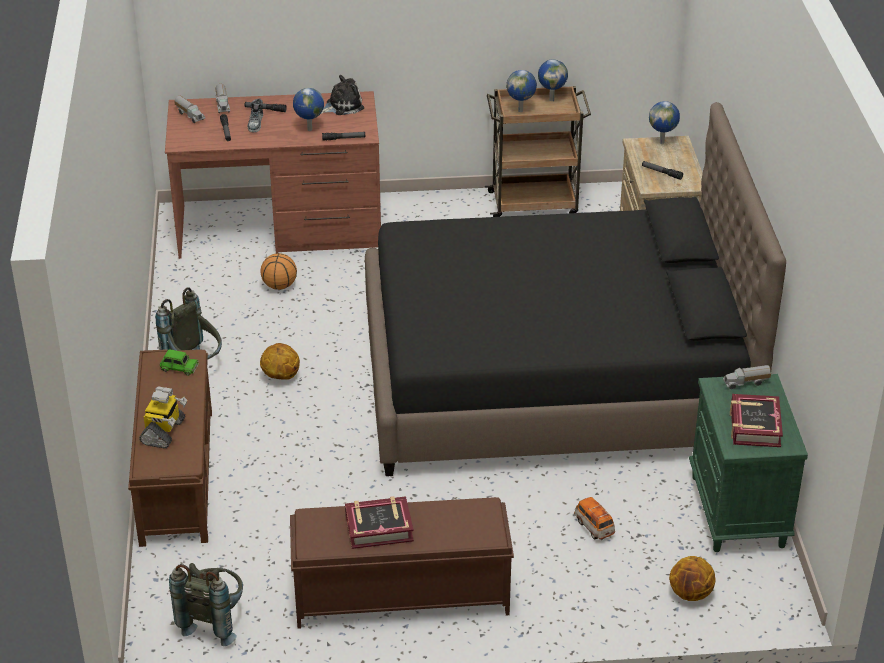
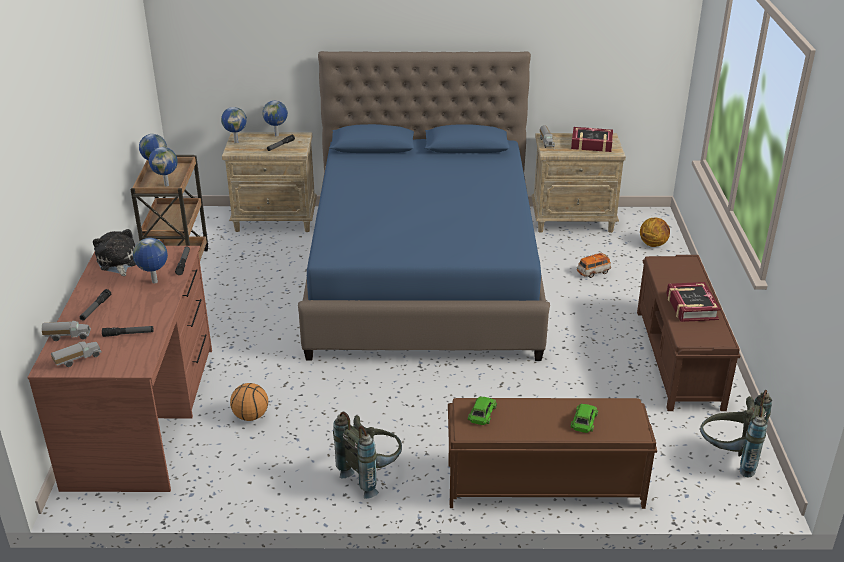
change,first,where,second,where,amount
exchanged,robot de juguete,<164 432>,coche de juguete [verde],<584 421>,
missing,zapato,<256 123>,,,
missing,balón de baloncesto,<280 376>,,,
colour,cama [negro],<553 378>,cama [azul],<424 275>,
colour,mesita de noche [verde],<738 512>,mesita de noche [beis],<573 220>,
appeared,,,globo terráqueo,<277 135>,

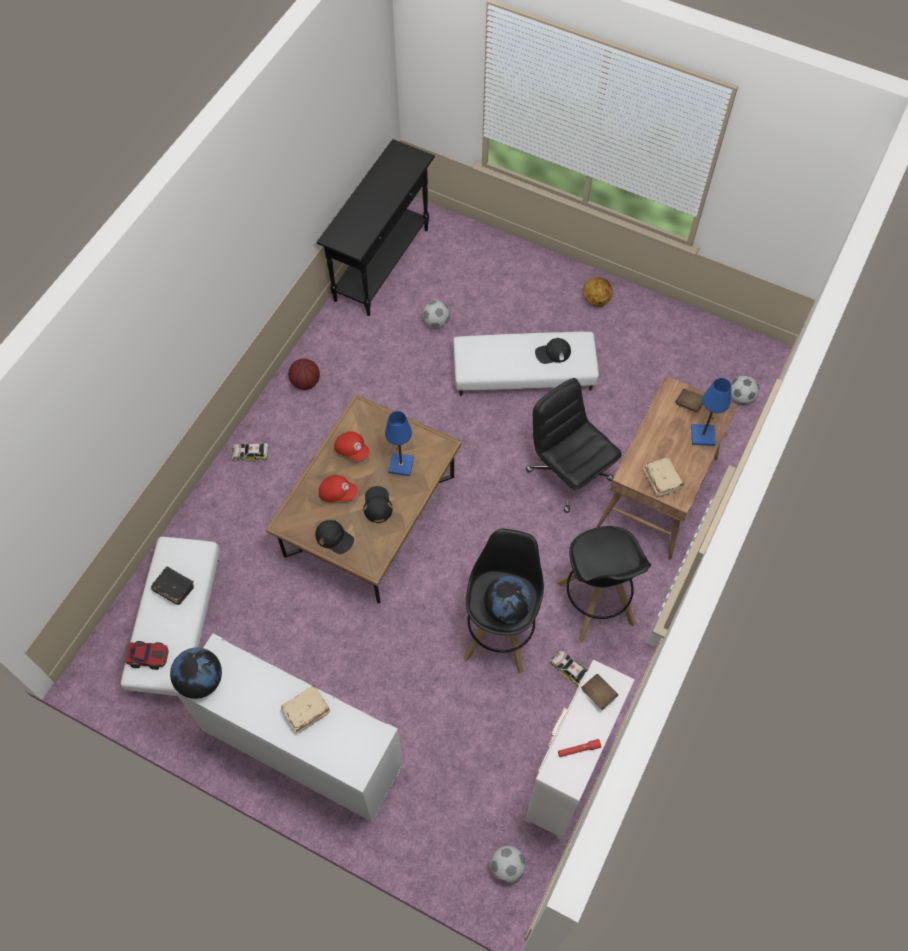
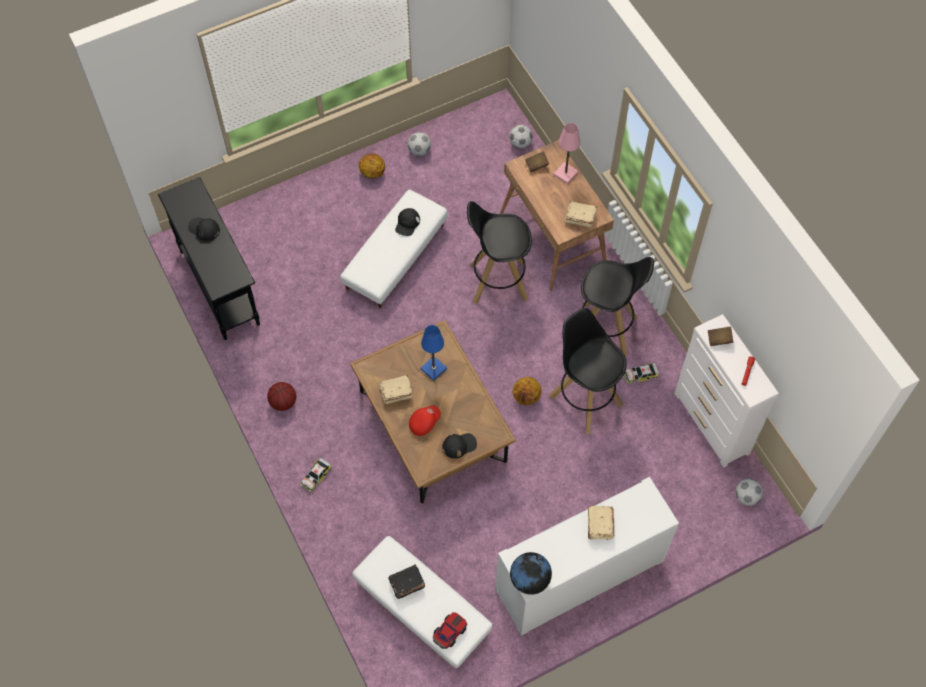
change,first,where,second,where,amount
exchanged,gorra [rojo],<352 449>,libro [beis],<396 392>,
relocated,gorra [negro],<377 505>,,<204 229>,
relocated,balón de fútbol,<436 322>,,<419 151>,
missing,globo terráqueo,<506 608>,,,
exchanged,silla de oficina [negro],<568 474>,taburete [negro],<497 282>,
colour,lámpara de mesa [azul],<702 435>,lámpara de mesa [rosa],<565 173>,
appeared,,,balón de baloncesto,<526 397>,

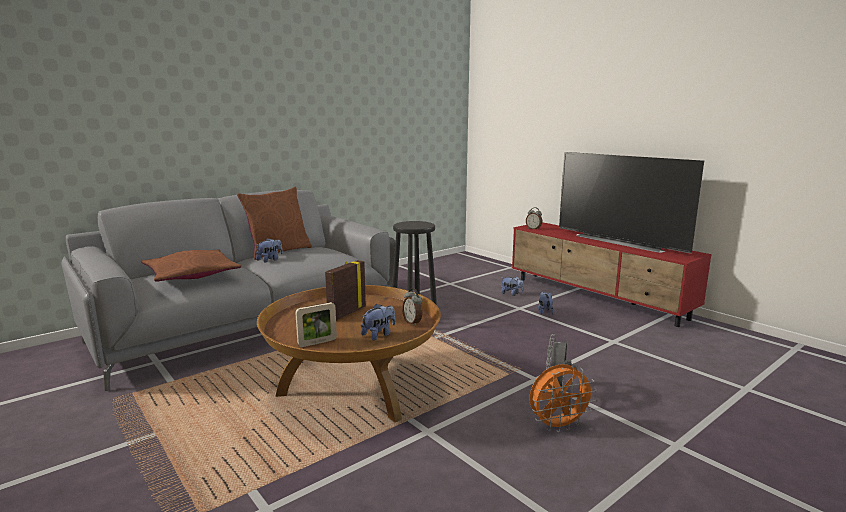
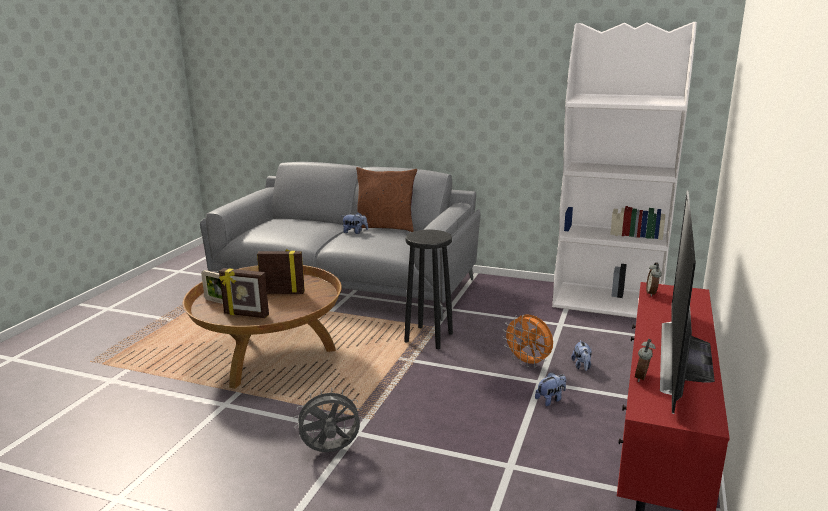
change,first,where,second,where,amount
missing,cojín [marrón],<191 275>,,,
exchanged,peluche,<379 335>,portarretratos,<246 315>,
relocated,despertador,<413 322>,,<643 378>,
relocated,ventilador [naranja],<558 426>,,<528 363>,
appeared,,,estantería [blanco],<608 302>,

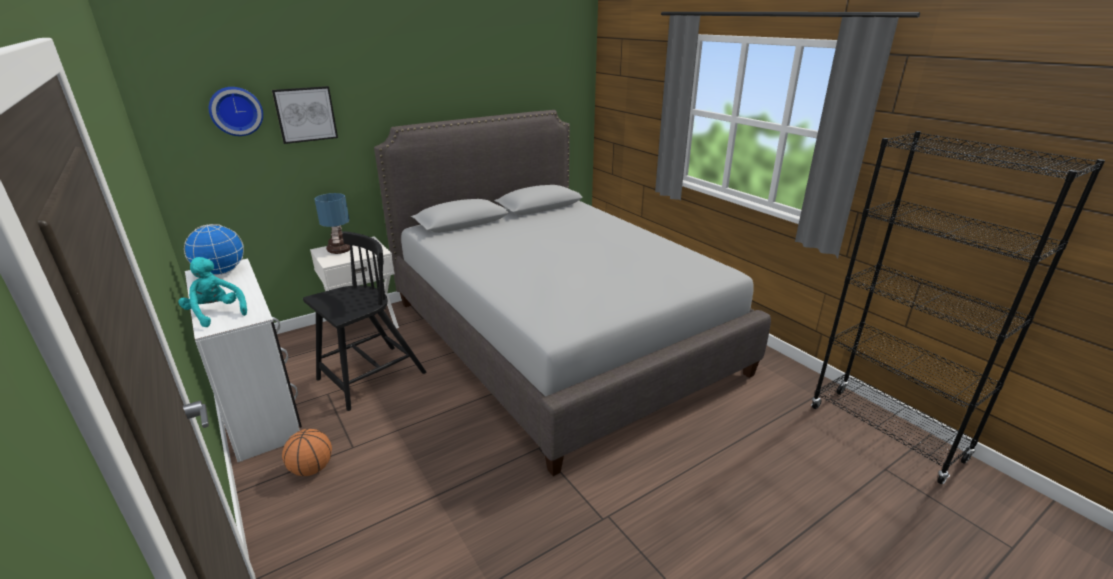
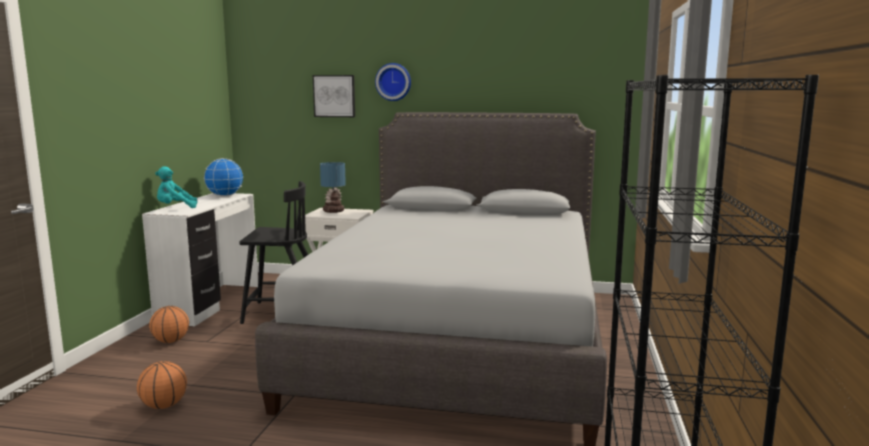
change,first,where,second,where,amount
spun,peluche [turquesa],<216 313>,,<175 208>,105 degrees counterclockwise
relocated,reloj de pared,<236 111>,,<393 82>,
appeared,,,balón de baloncesto,<164 406>,

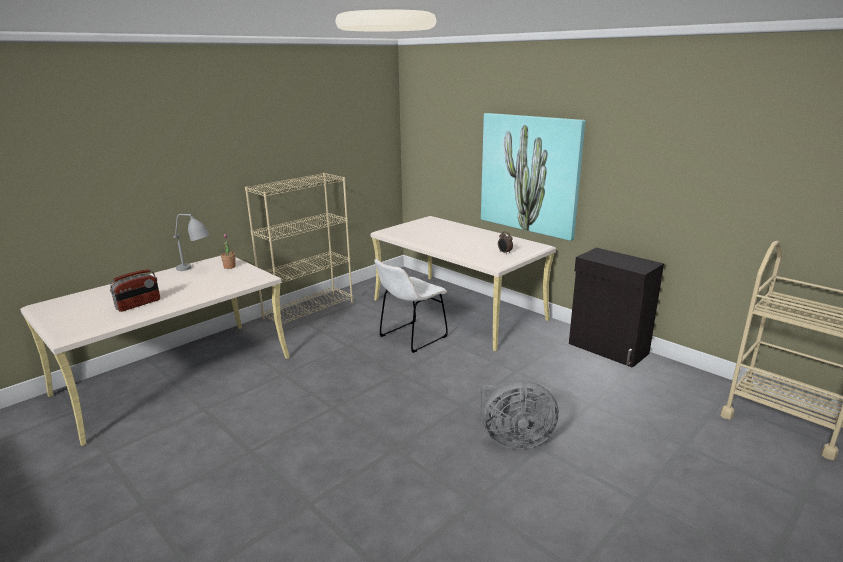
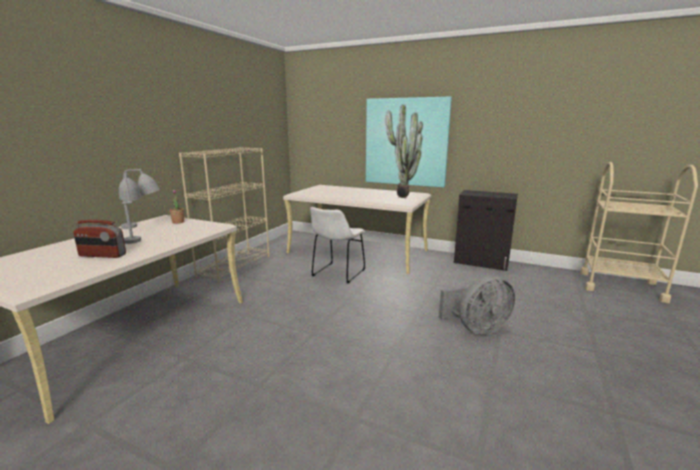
change,first,where,second,where,amount
spun,radio,<138 304>,,<102 255>,75 degrees clockwise
appeared,,,lámpara de mesa [gris],<134 236>,

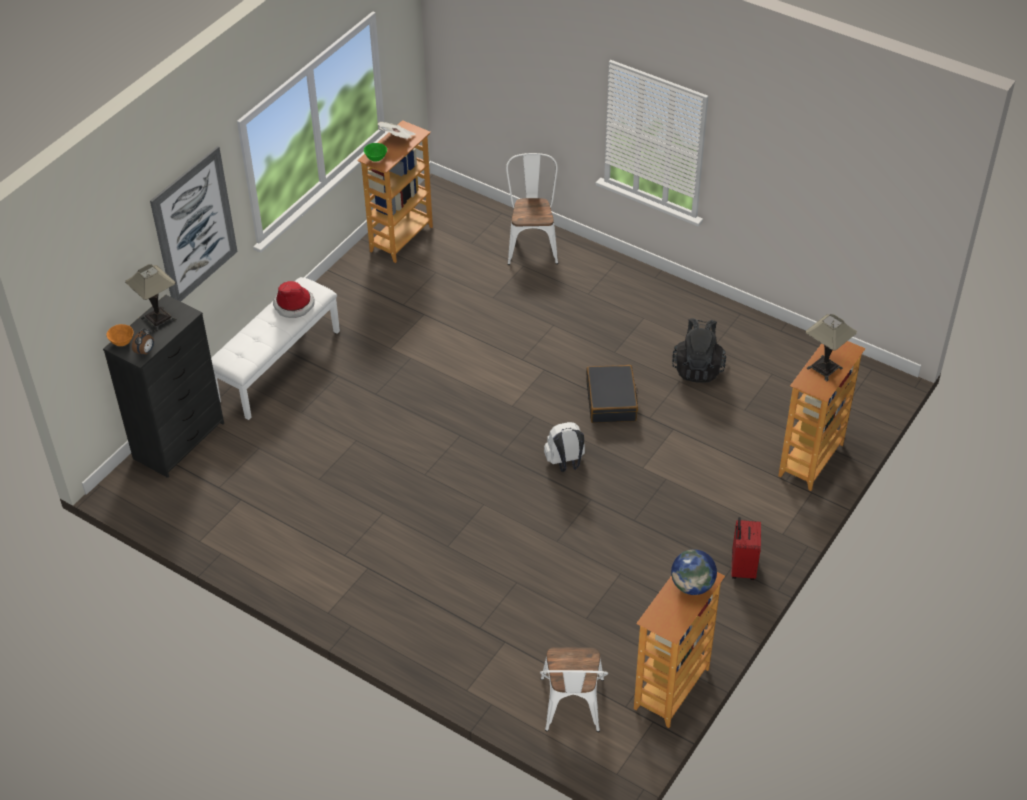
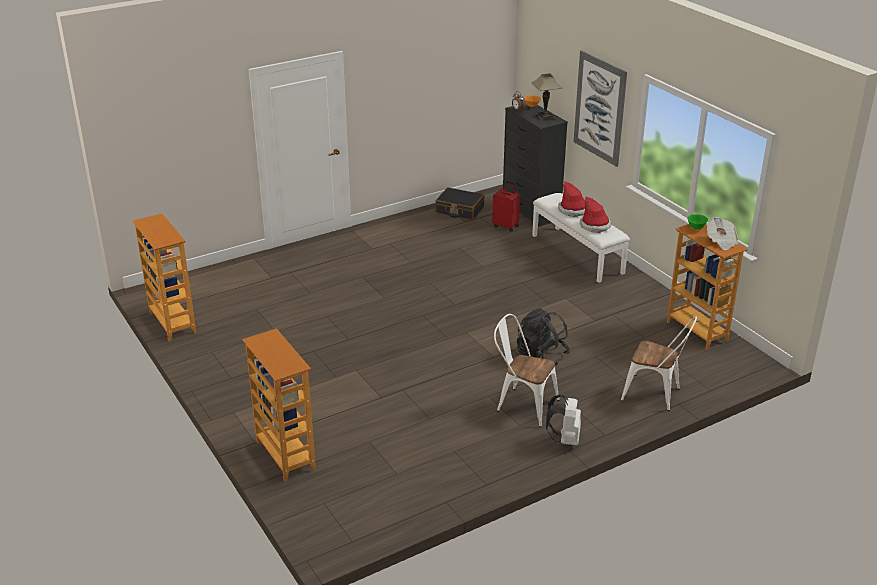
change,first,where,second,where,amount
relocated,silla [blanco],<572 710>,,<522 404>,
relocated,mochila [blanco],<565 463>,,<564 439>,
relocated,maleta [negro],<611 401>,,<459 210>,
missing,globo terráqueo,<692 585>,,,
relocated,mochila [negro],<698 367>,,<541 355>,
relocated,maleta [rojo],<742 568>,,<506 226>,
missing,lámpara de mesa,<824 368>,,,
appeared,,,sombrero,<573 210>,

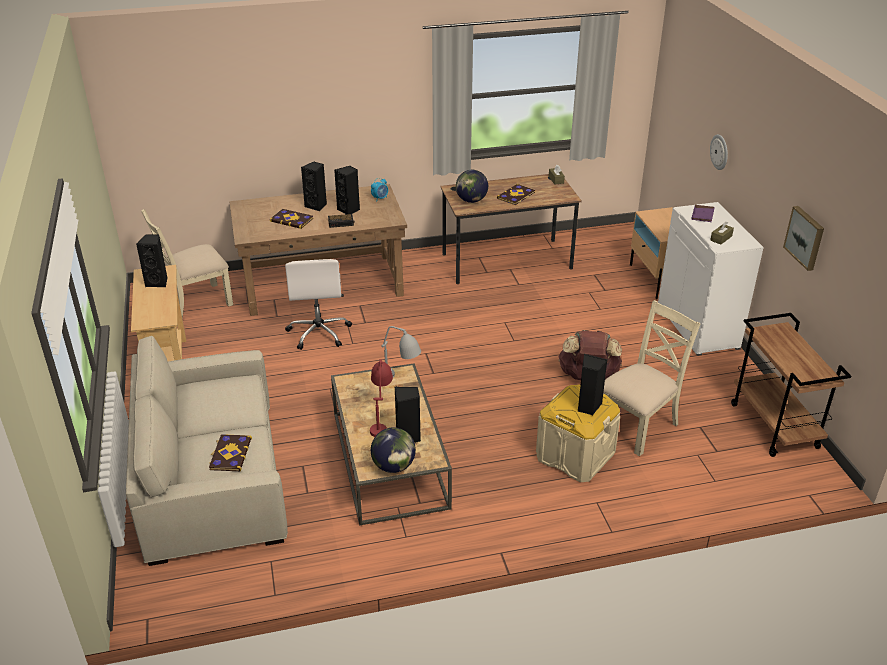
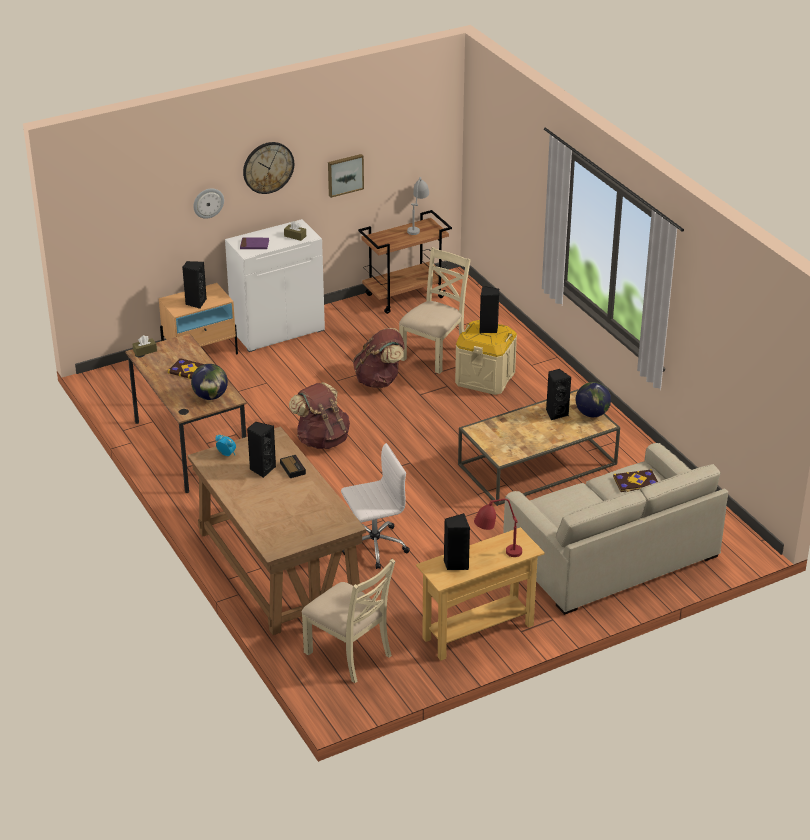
change,first,where,second,where,amount
missing,libro,<292 220>,,,
relocated,altavoz [negro],<317 206>,,<195 302>,
relocated,lámpara de mesa [rojo],<381 419>,,<496 553>,
relocated,lámpara de mesa [gris],<401 381>,,<417 225>,
spun,silla [beis],<638 426>,,<434 353>,90 degrees clockwise
appeared,,,reloj de pared,<268 167>,
appeared,,,mochila [marrón],<322 440>,

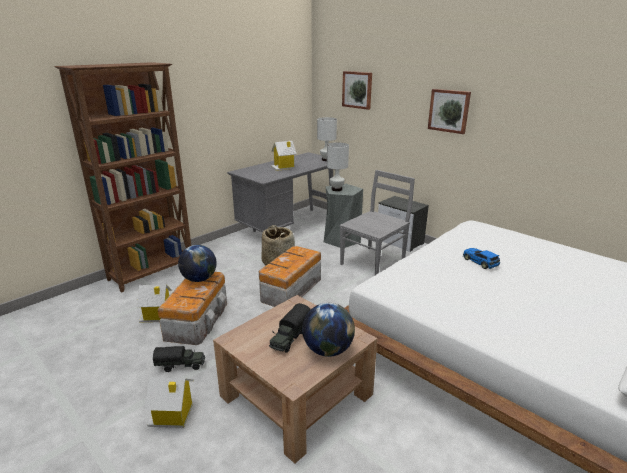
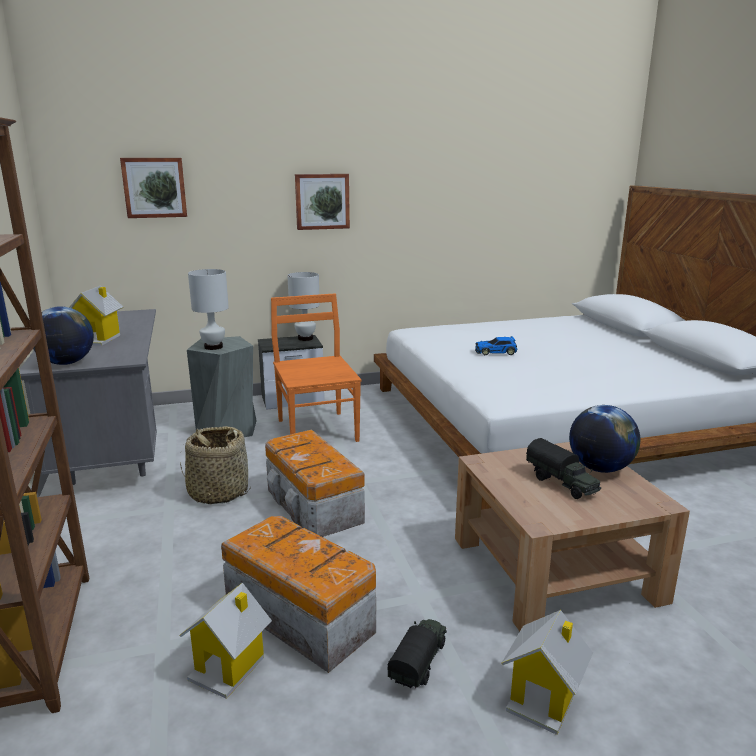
change,first,where,second,where,amount
relocated,globo terráqueo,<199 279>,,<66 363>,
relocated,lámpara de mesa [blanco],<326 160>,,<306 338>,
colour,silla [gris],<374 262>,silla [naranja],<317 429>,

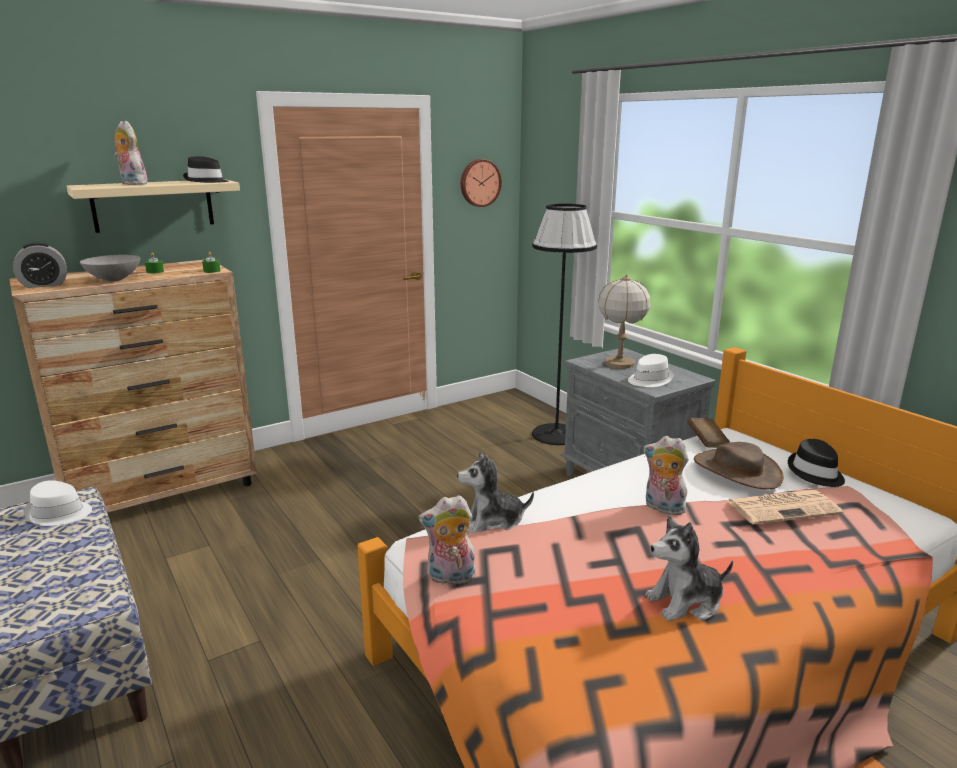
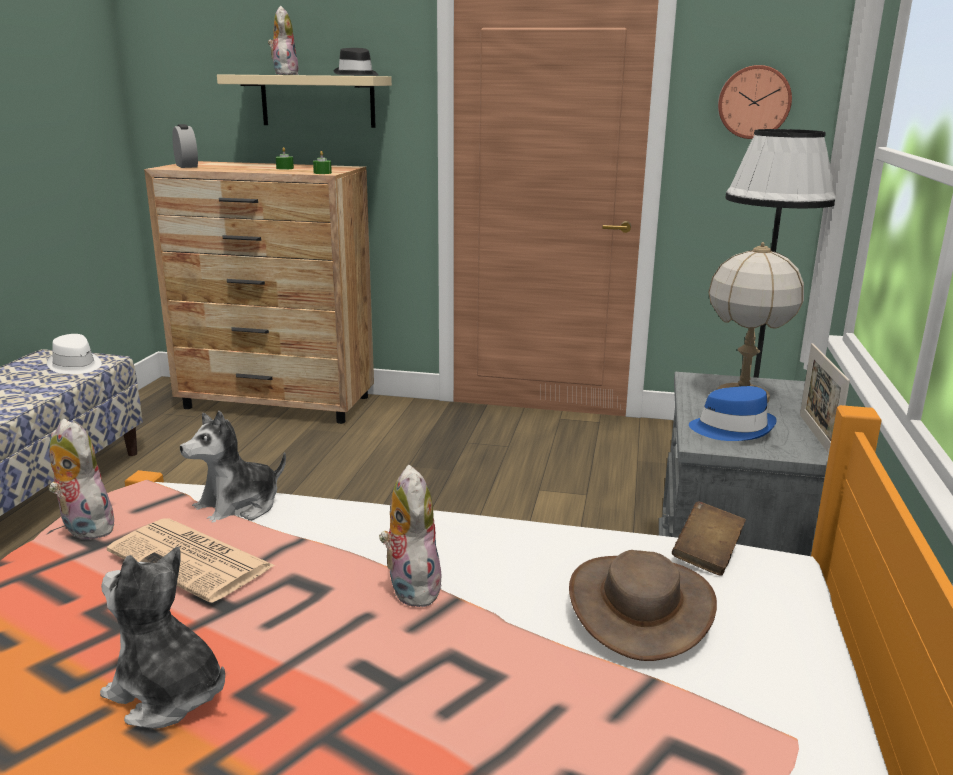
change,first,where,second,where,amount
spun,despertador,<44 285>,,<186 166>,135 degrees counterclockwise
missing,cuenco [gris],<113 280>,,,
spun,peluche,<493 524>,,<238 508>,75 degrees counterclockwise
colour,sombrero [blanco],<649 379>,sombrero [azul],<732 428>,
relocated,periódico,<784 507>,,<193 560>,
missing,sombrero [negro],<815 473>,,,
appeared,,,portarretratos,<816 436>,

